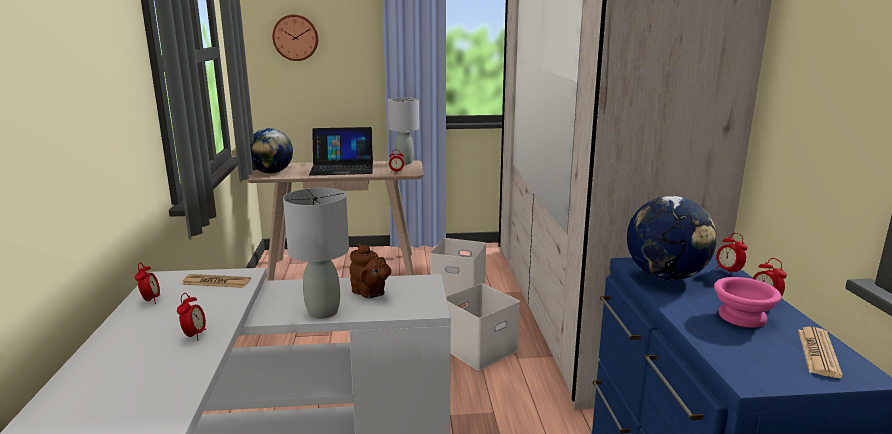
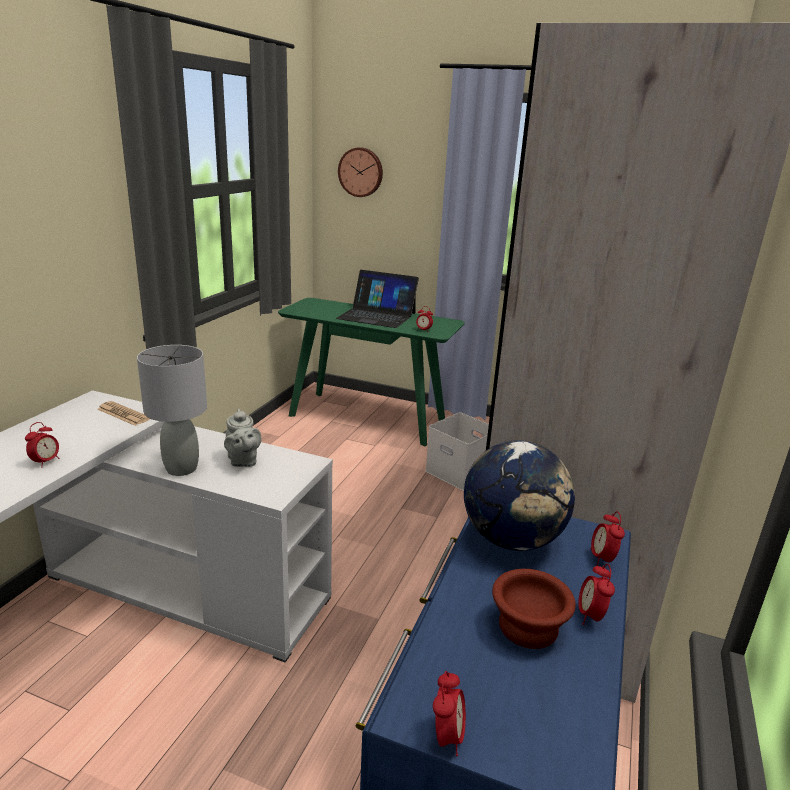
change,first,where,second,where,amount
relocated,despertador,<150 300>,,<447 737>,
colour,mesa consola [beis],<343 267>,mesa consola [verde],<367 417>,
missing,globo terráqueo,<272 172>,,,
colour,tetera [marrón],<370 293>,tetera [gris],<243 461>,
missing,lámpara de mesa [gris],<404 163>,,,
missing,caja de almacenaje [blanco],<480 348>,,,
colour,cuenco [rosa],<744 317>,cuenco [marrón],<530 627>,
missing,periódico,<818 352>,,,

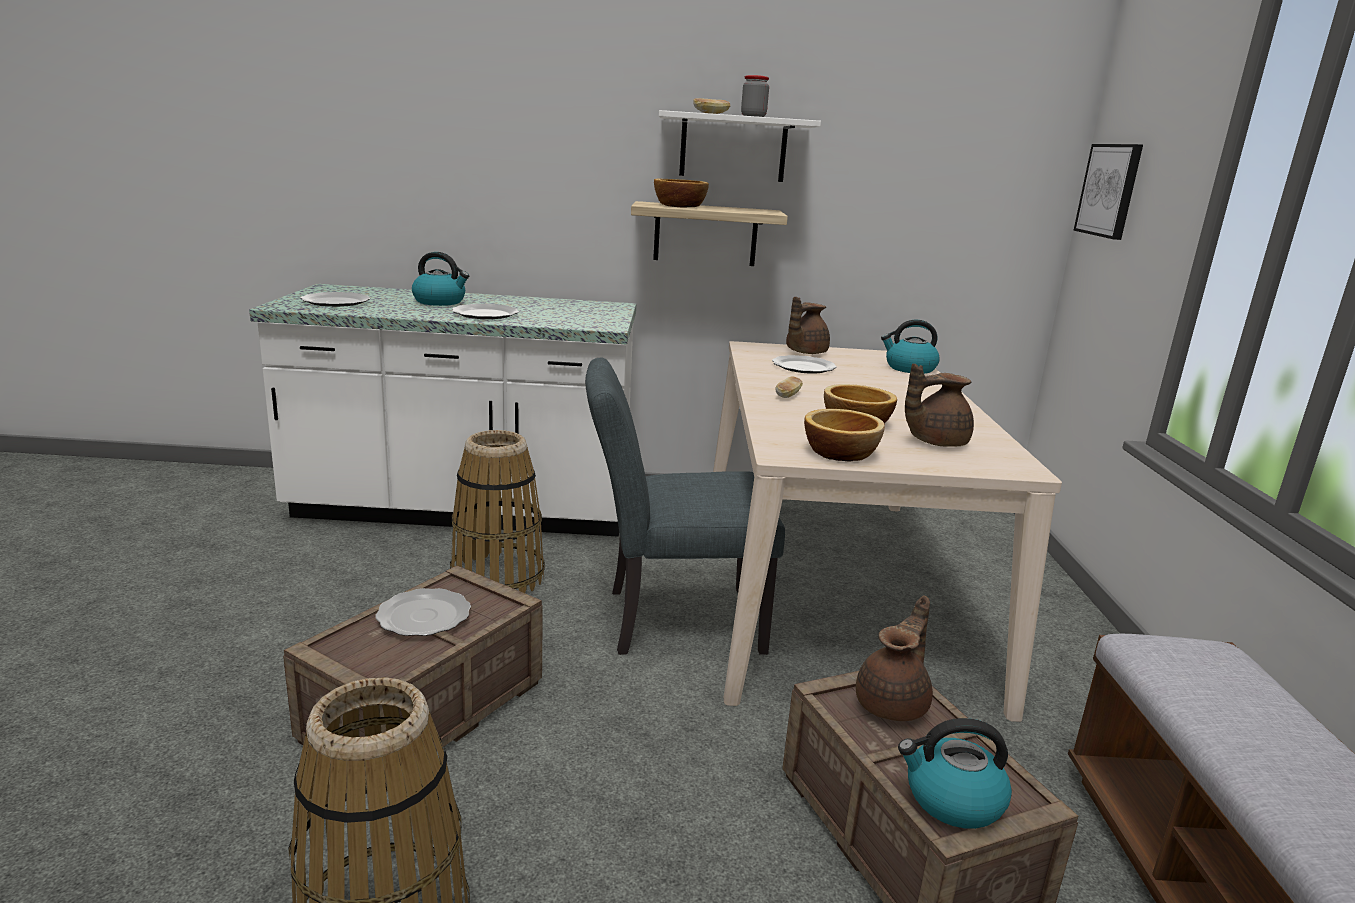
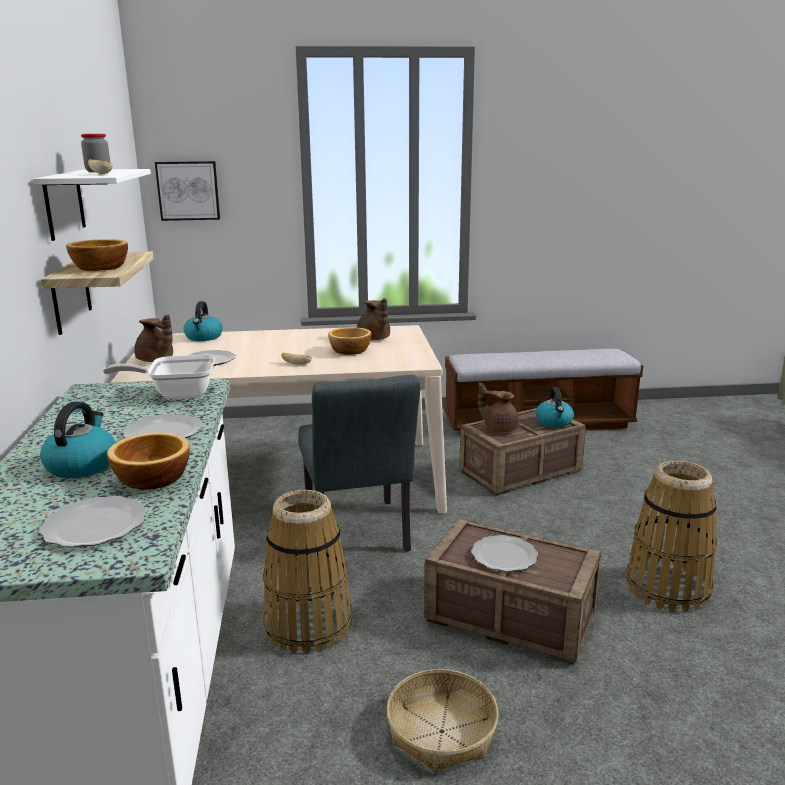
change,first,where,second,where,amount
relocated,cuenco,<840 452>,,<151 478>,
appeared,,,sartén,<177 394>,
appeared,,,cesta,<441 731>,

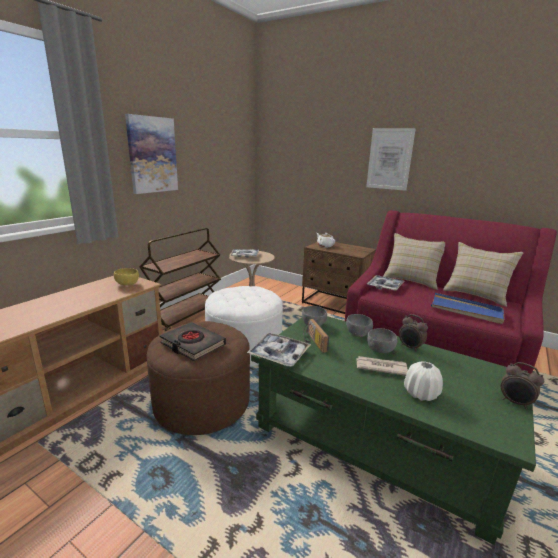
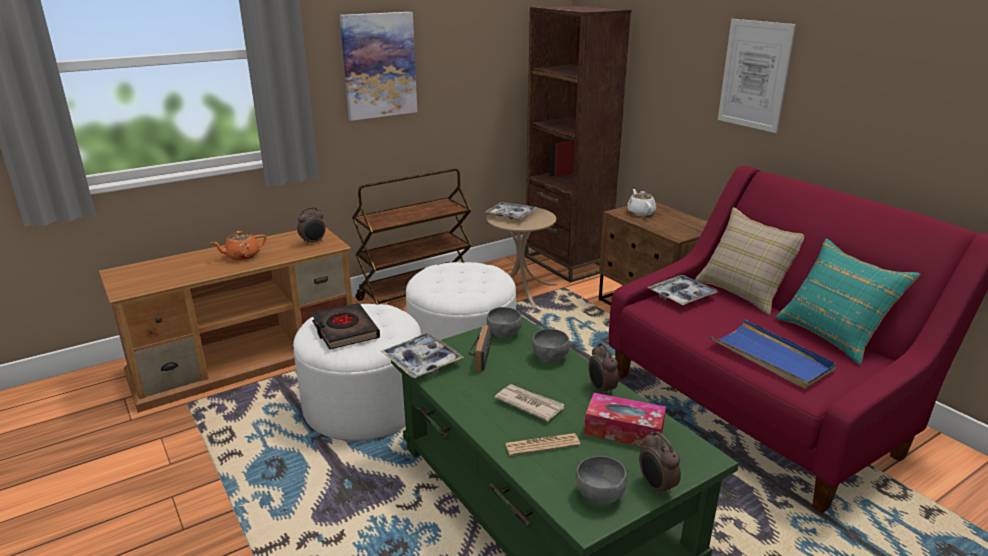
change,first,where,second,where,amount
exchanged,cuenco [amarillo],<127 284>,despertador,<313 242>,
colour,puf [marrón],<202 402>,puf [blanco],<364 405>,
relocated,cuenco [gris],<380 350>,,<599 495>,
exchanged,florero [blanco],<421 393>,periódico,<542 445>,
colour,cojín [beis],<476 294>,cojín [turquesa],<833 335>,
appeared,,,tetera [naranja],<242 256>,
appeared,,,estantería [marrón],<566 263>,
appeared,,,caja de pañuelos,<624 430>,

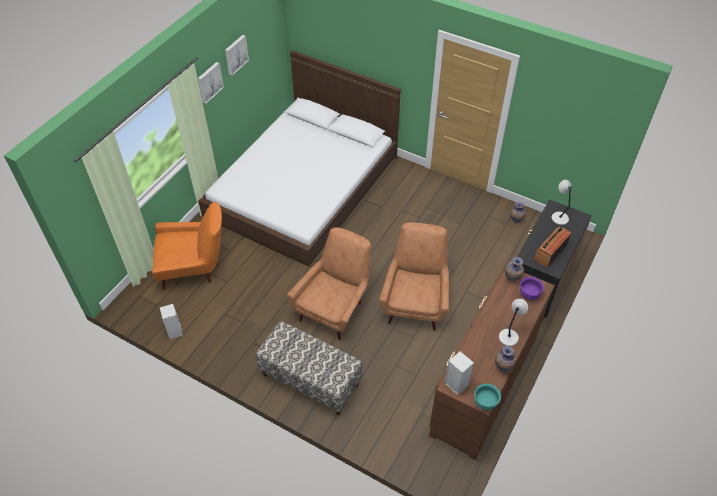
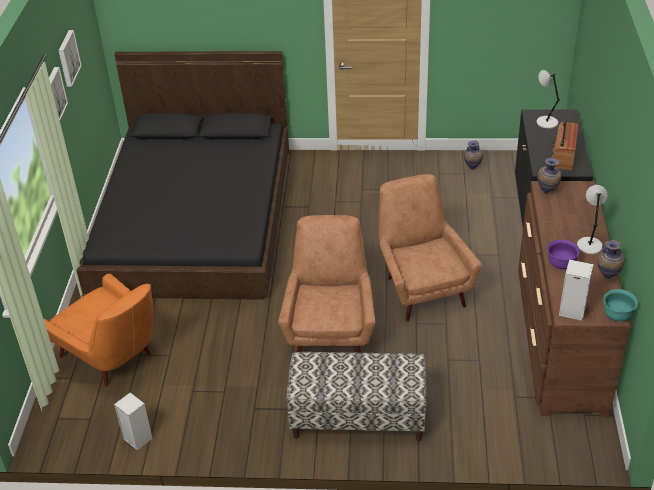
change,first,where,second,where,amount
spun,sillón [naranja],<193 268>,,<112 358>,75 degrees clockwise
colour,cama [blanco],<303 186>,cama [negro],<195 218>,
relocated,cuenco [morado],<529 294>,,<561 264>,

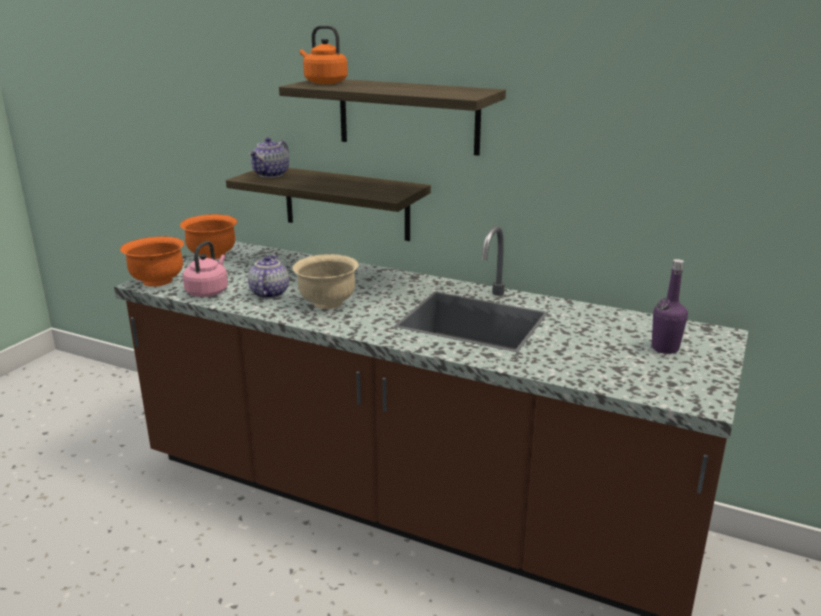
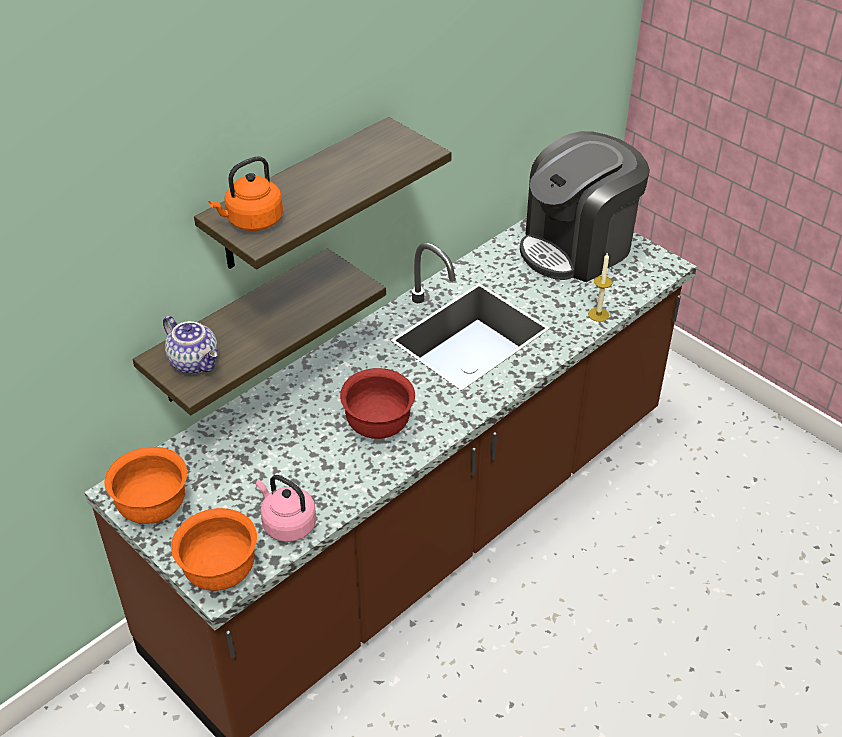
change,first,where,second,where,amount
missing,tetera,<268 293>,,,
colour,cuenco [beis],<327 303>,cuenco [rojo],<378 426>,
exchanged,botella [morado],<665 348>,cafetera,<577 247>,
appeared,,,vela,<598 314>,

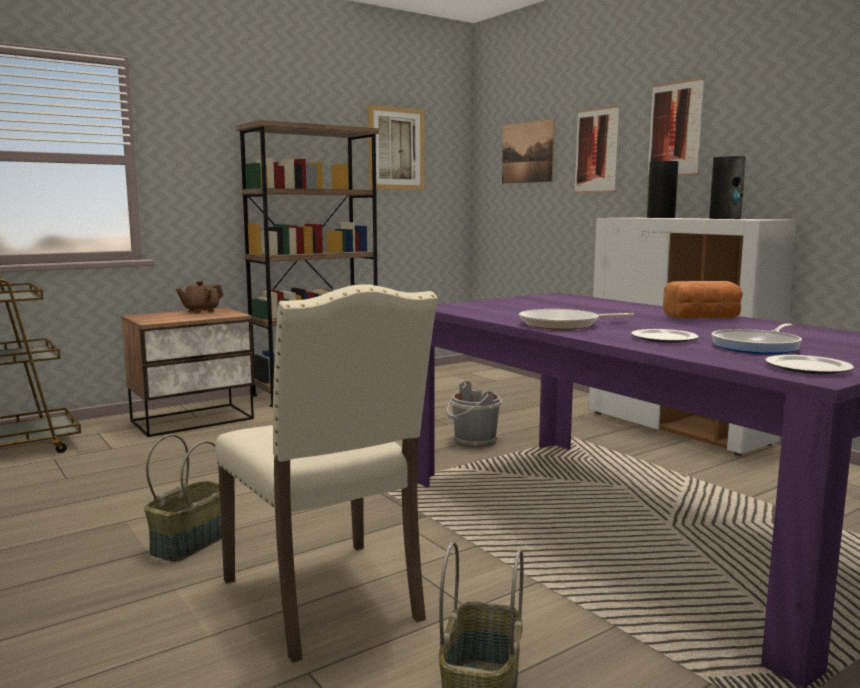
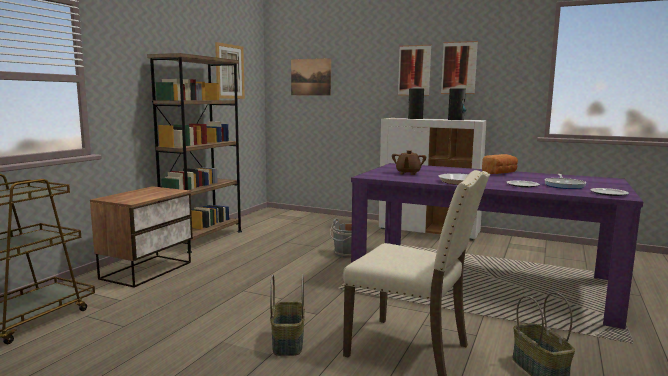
change,first,where,second,where,amount
relocated,tetera [marrón],<200 311>,,<408 173>,
relocated,cuadro,<596 150>,,<459 68>,

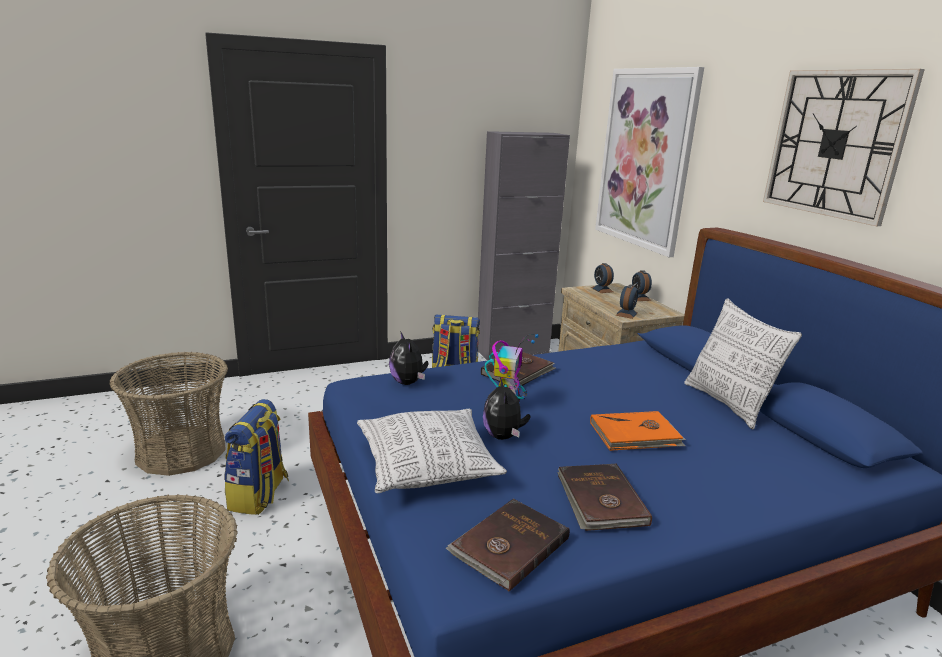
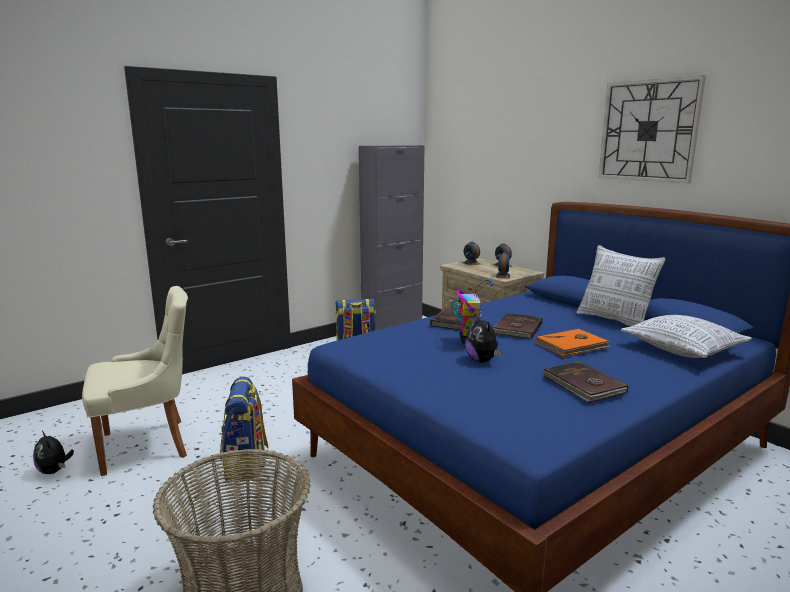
change,first,where,second,where,amount
exchanged,cesta,<181 451>,silla [beis],<148 444>,
relocated,cojín,<427 466>,,<683 349>,
relocated,peluche,<408 382>,,<54 471>,
relocated,libro [marrón],<508 546>,,<517 328>,
missing,cuadro,<645 159>,,,

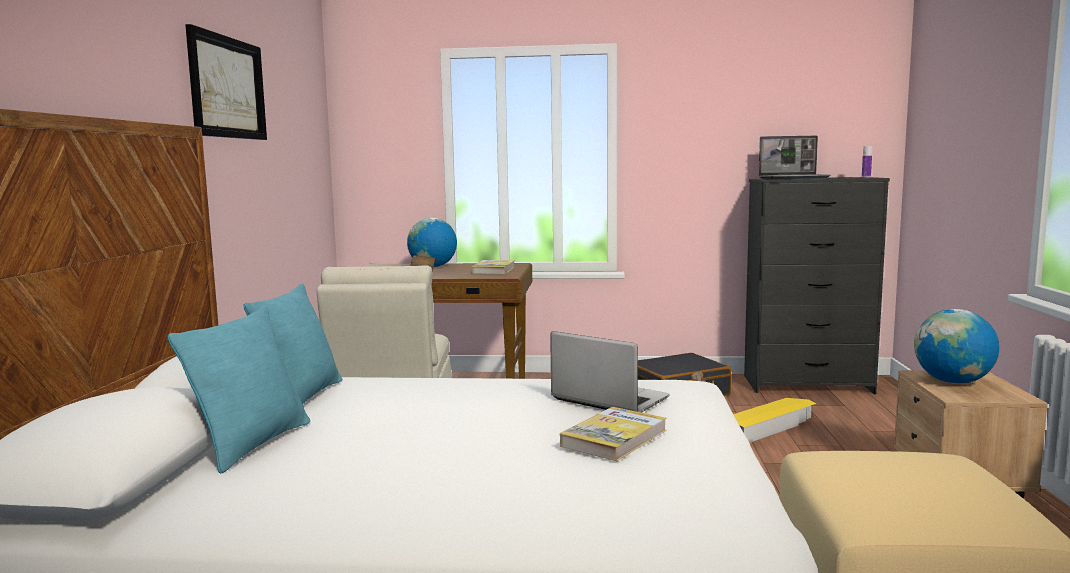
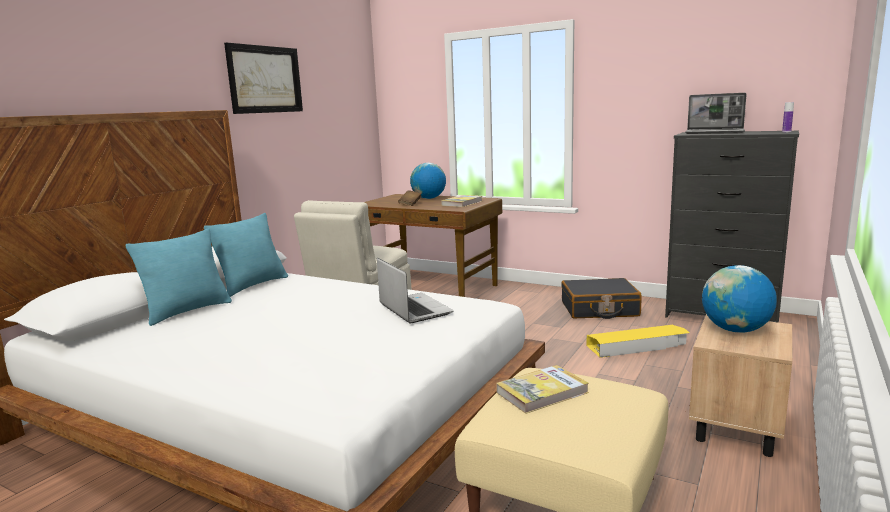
change,first,where,second,where,amount
relocated,libro,<614 438>,,<542 392>,

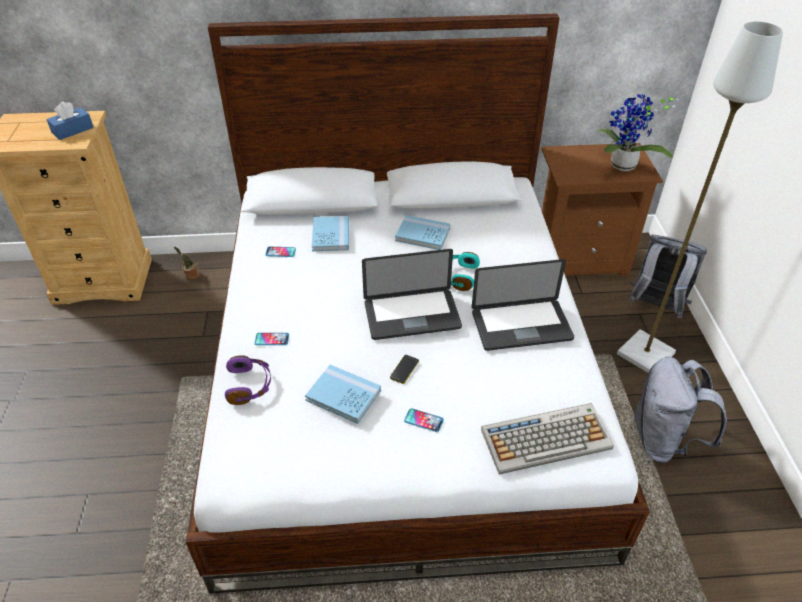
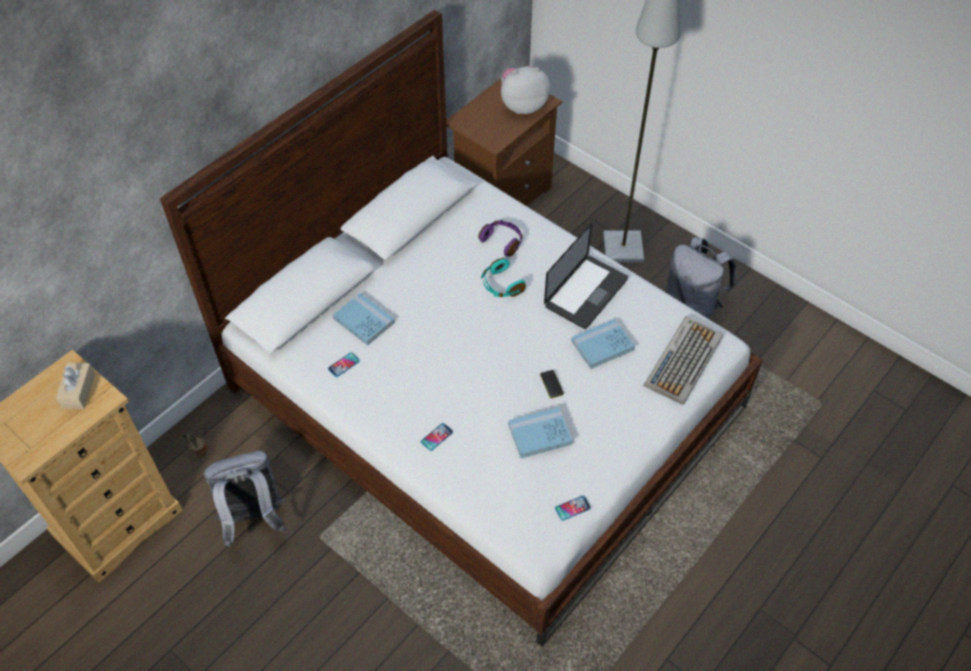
change,first,where,second,where,amount
colour,caja de pañuelos [azul],<72 130>,caja de pañuelos [beis],<78 390>,
relocated,auriculares [morado],<249 385>,,<502 241>,
missing,portátil,<412 315>,,,
relocated,libro [azul],<422 234>,,<602 345>,
relocated,móvil,<423 420>,,<572 508>,
exchanged,planta en maceta,<622 167>,peluche,<523 105>,
relocated,mochila [gris],<655 307>,,<254 518>,

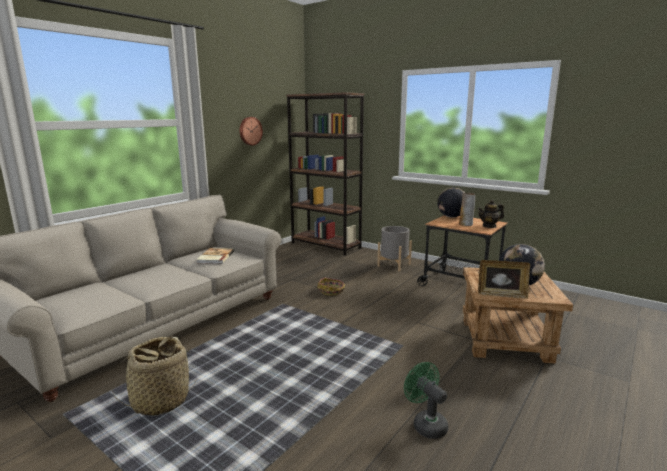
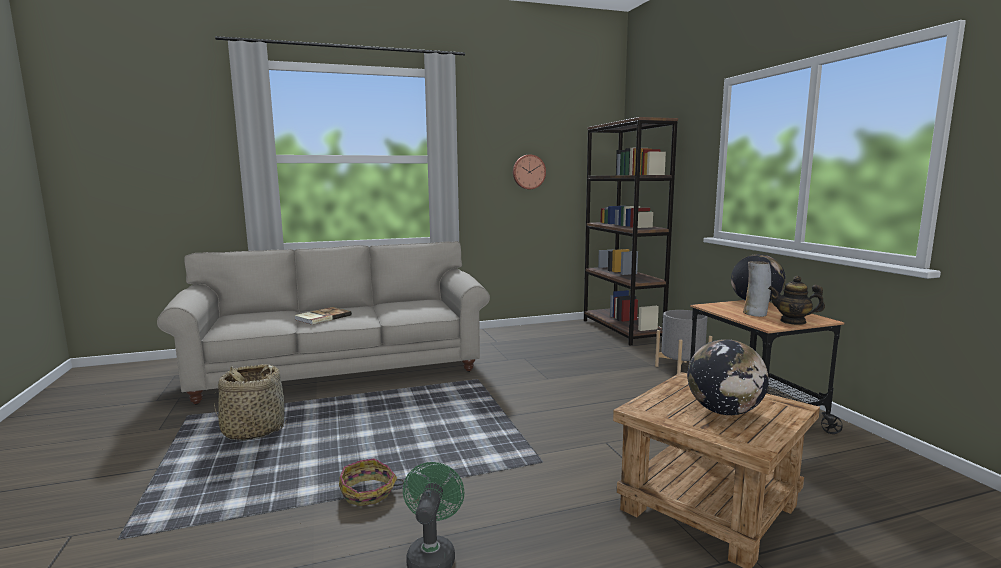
change,first,where,second,where,amount
relocated,libro,<215 257>,,<322 317>,
relocated,cesta,<331 291>,,<368 493>,
missing,portarretratos,<501 295>,,,

